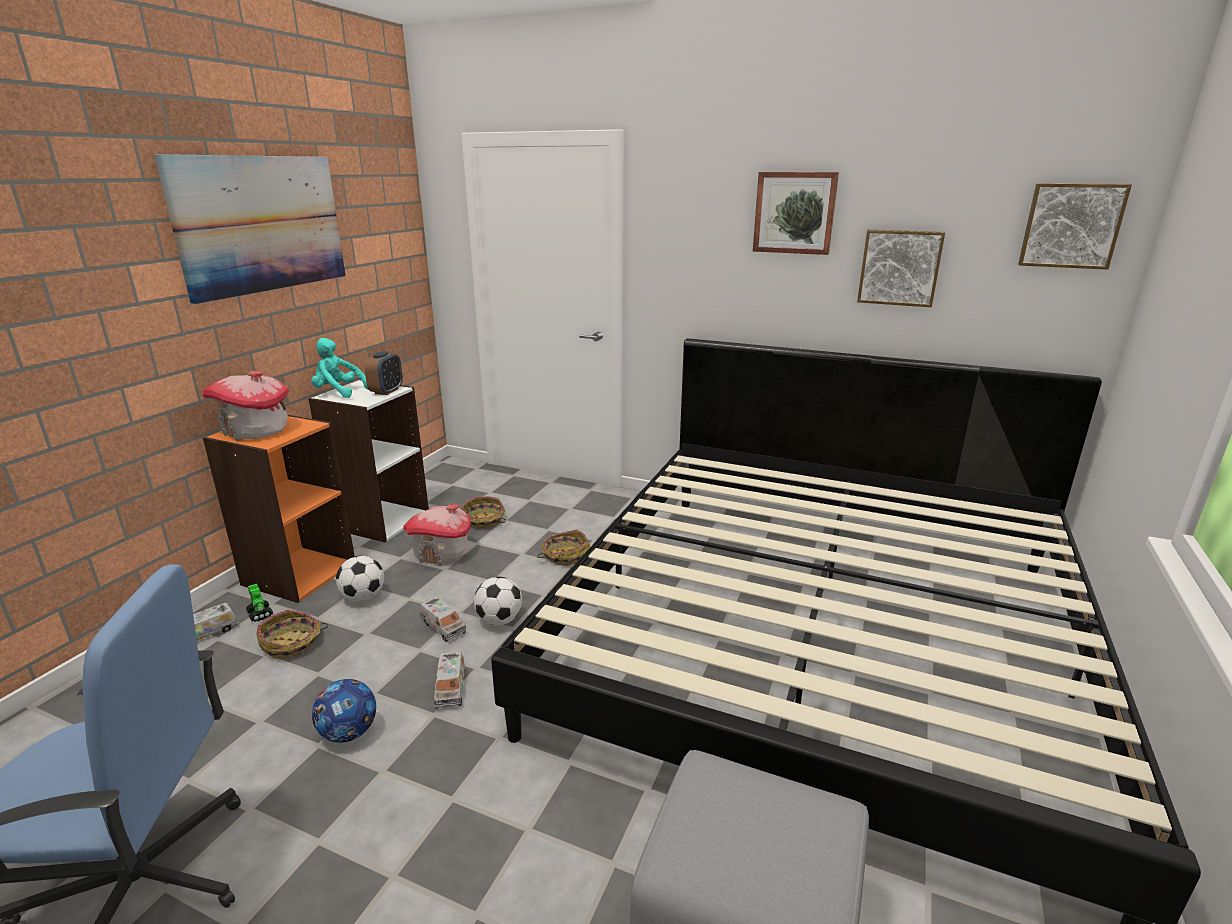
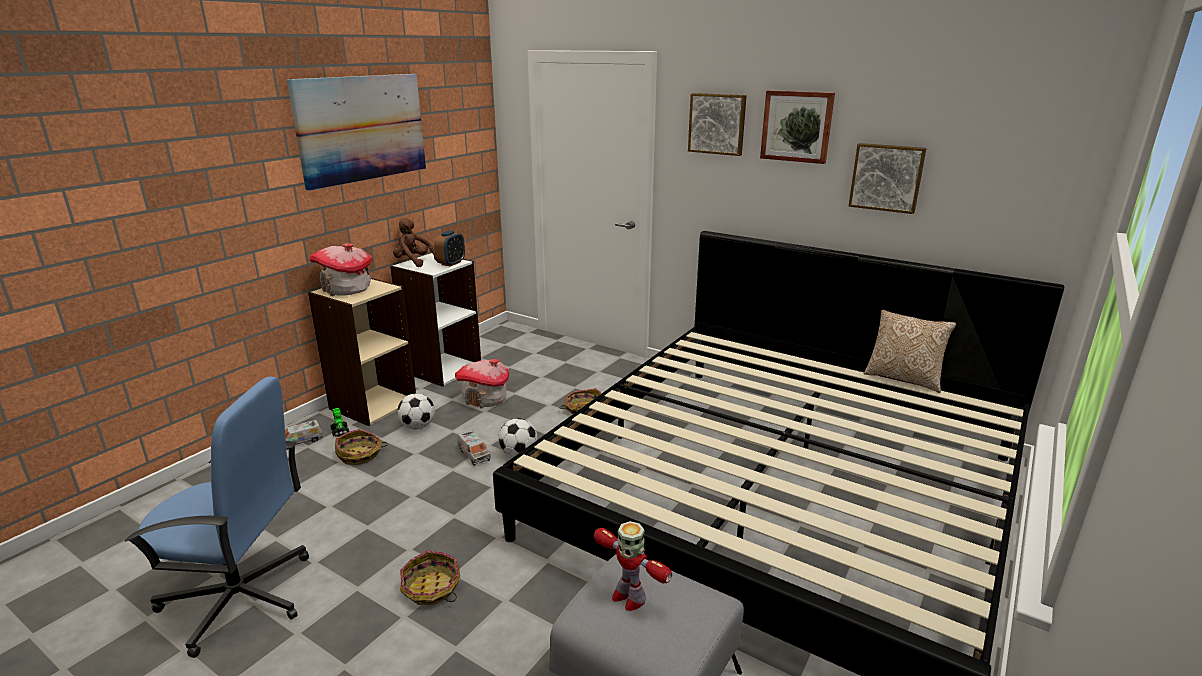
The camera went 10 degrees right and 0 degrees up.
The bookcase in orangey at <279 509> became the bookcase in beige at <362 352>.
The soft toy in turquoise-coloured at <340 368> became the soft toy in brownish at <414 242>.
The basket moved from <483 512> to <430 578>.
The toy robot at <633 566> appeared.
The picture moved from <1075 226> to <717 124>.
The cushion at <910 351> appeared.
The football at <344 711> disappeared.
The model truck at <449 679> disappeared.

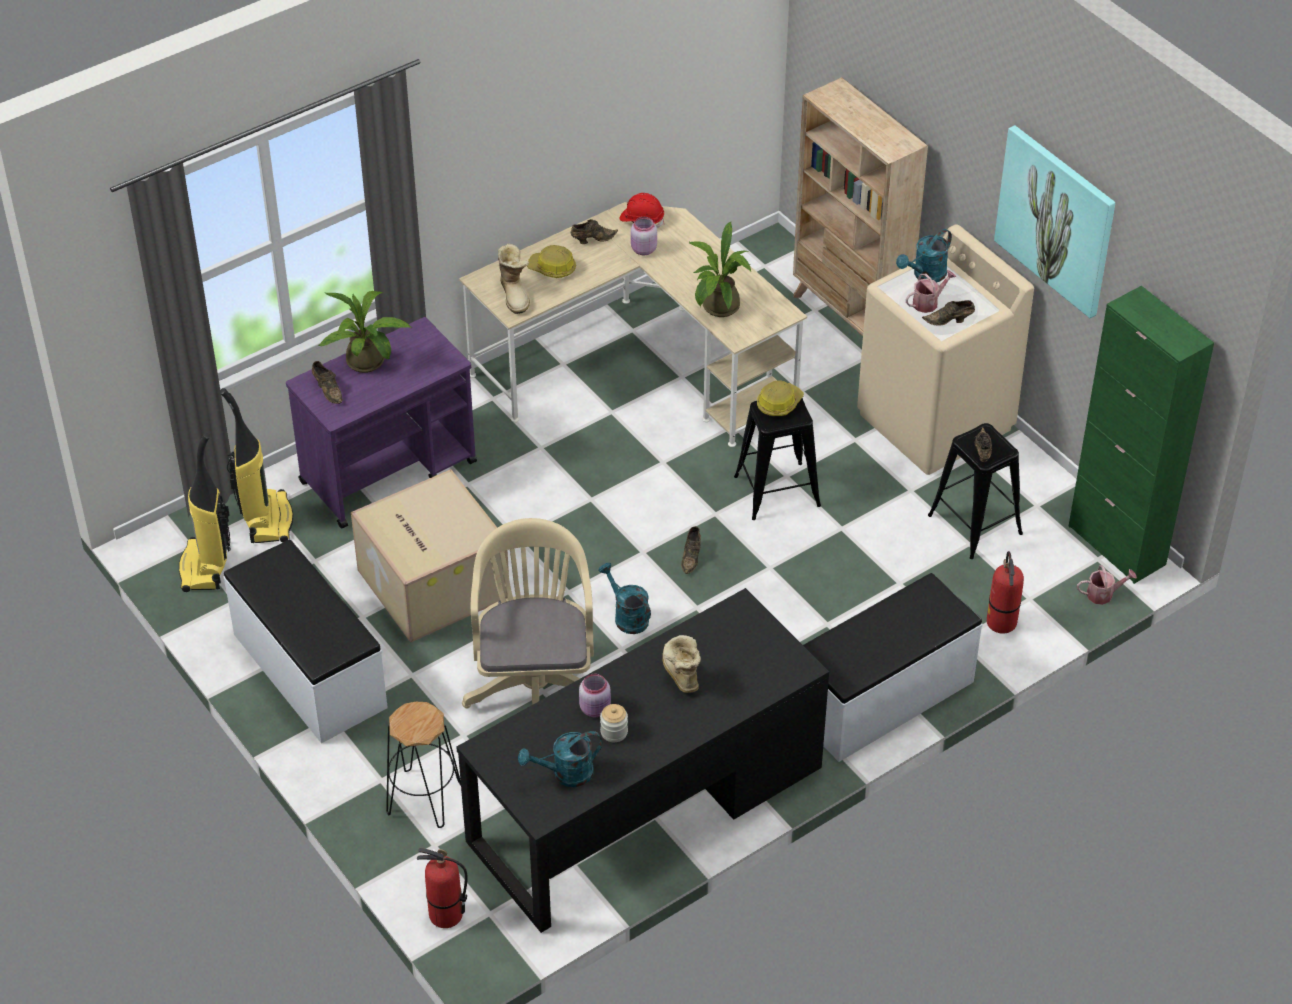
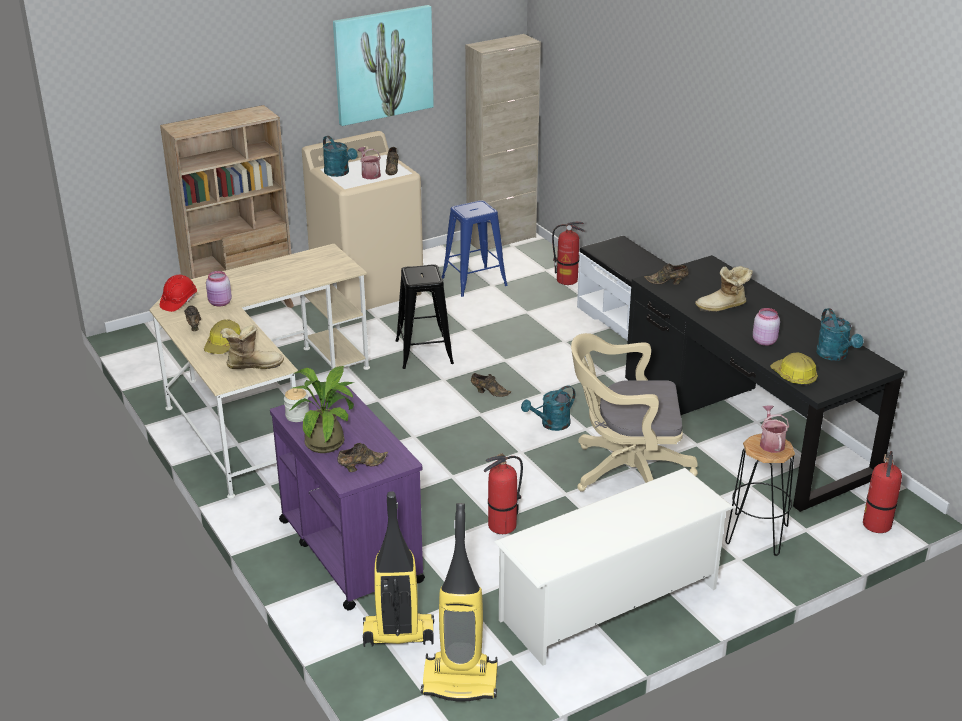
The camera went 85 degrees left and 15 degrees down.
The storage jar moved from <614 723> to <296 405>.
The sitting stool in blackish at <975 491> became the sitting stool in blue-coloured at <475 248>.
The cabinet in green-coloured at <1141 435> became the cabinet in beige at <503 142>.
The cardboard box at <430 556> was replaced by the fire extinguisher at <503 493>.
The bench in white at <306 641> was replaced by the shoe stand in white at <614 567>.
The low shoe in brownish moved from <983 444> to <666 274>.
The sprinkling can moved from <1107 585> to <774 429>.
The hard hat moved from <780 398> to <794 369>.
The plant in a pot at <720 269> disappeared.

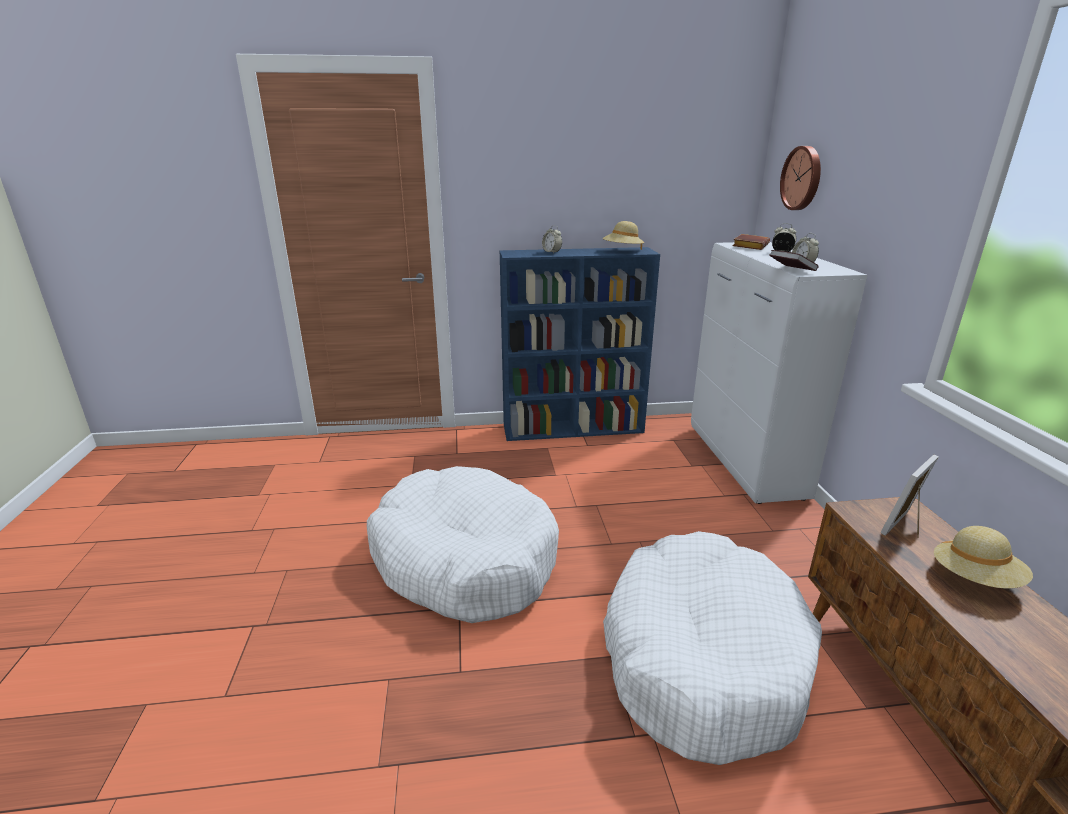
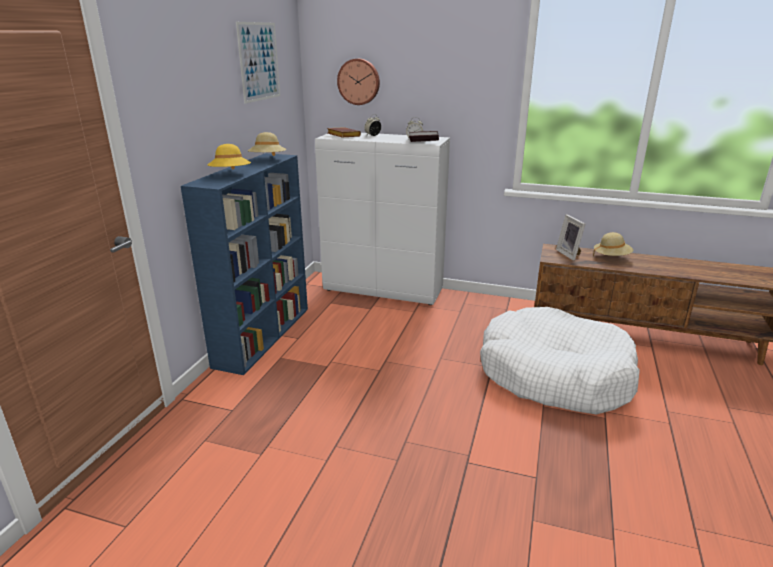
The camera went 65 degrees left and 0 degrees up.
The alarm clock at <552 239> was replaced by the wearable hat in yellow-coloured at <229 157>.
The picture at <258 63> appeared.
The dog bed in white at <463 544> disappeared.

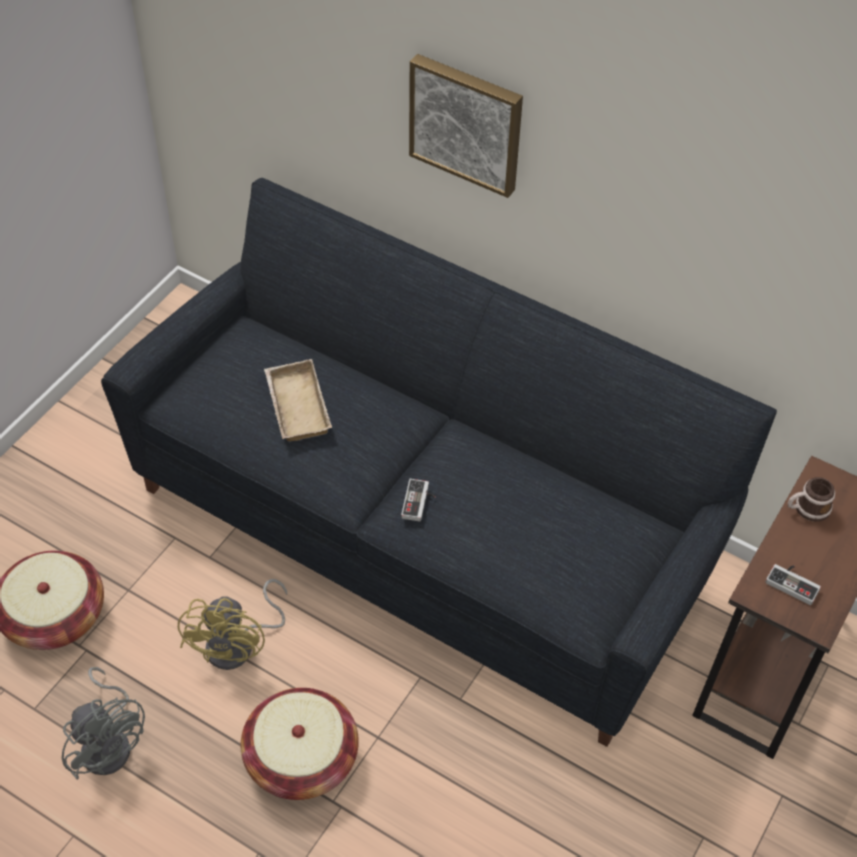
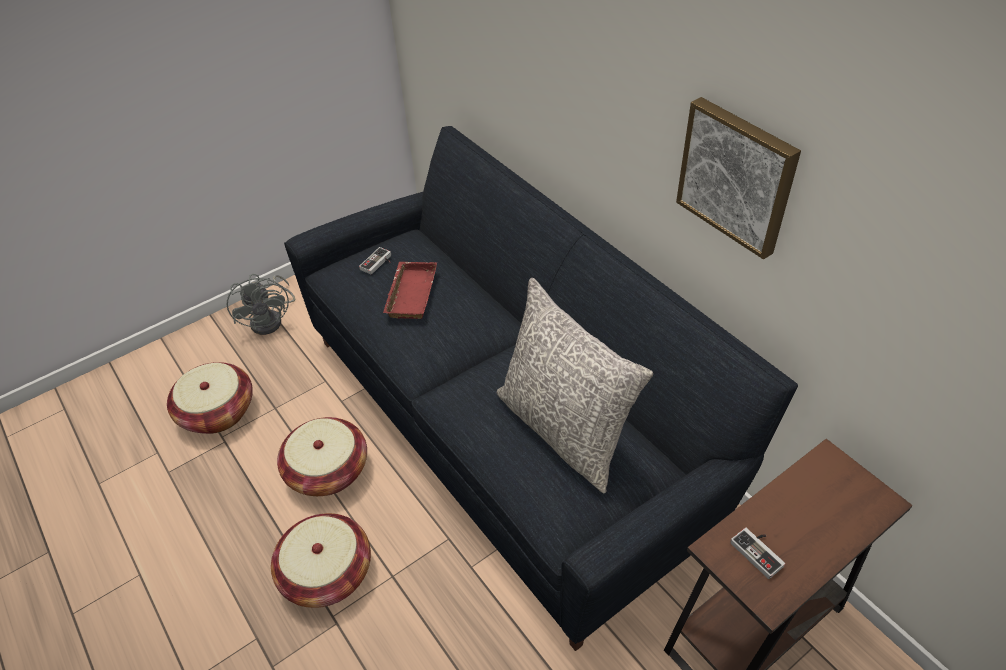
The camera went 25 degrees right and 5 degrees down.
The electric fan in grey moved from <103 723> to <261 304>.
The electric fan in yellow-coloured at <232 624> was replaced by the basket at <322 456>.
The gamepad moved from <418 500> to <375 261>.
The carrying tray in beige at <298 400> became the carrying tray in reddish at <410 290>.
The cushion in grey at <575 385> appeared.
The picture moved from <466 126> to <738 178>.
The mug at <811 499> disappeared.

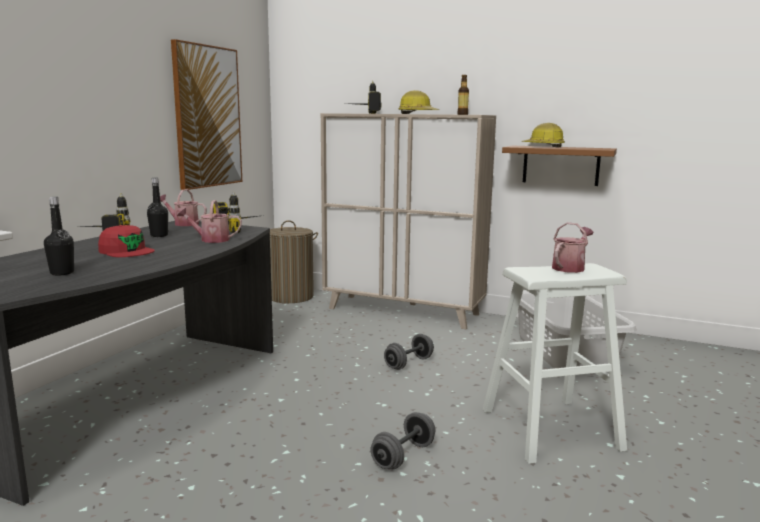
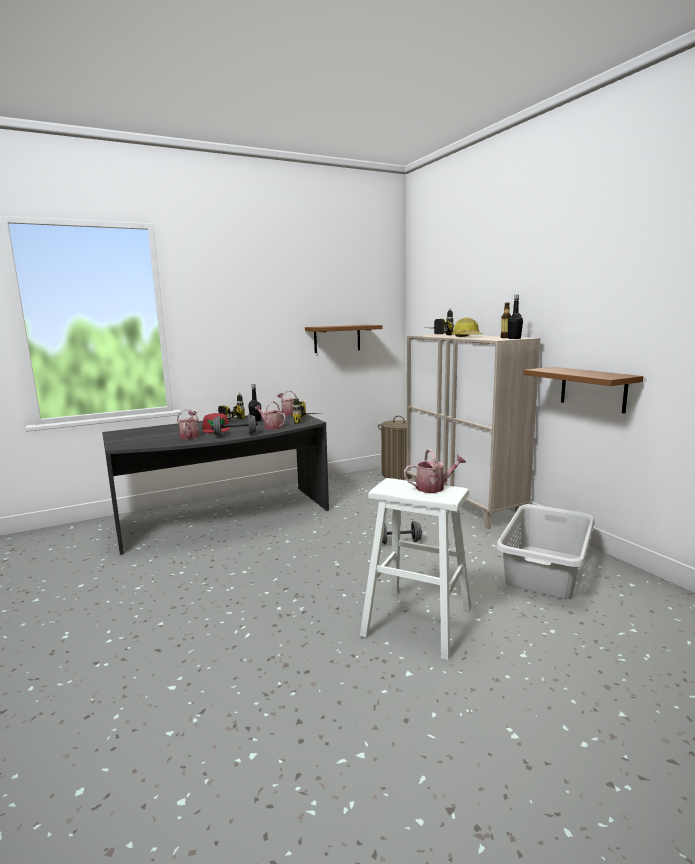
The camera went 40 degrees right and 0 degrees up.
The sprinkling can at <188 424> appeared.
The hand weight in grey moved from <402 440> to <235 425>.
The picture at <206 114> was replaced by the wall shelf in brownish at <343 339>.
The bottle in blackish moved from <59 236> to <515 317>.
The hard hat at <543 135> disappeared.

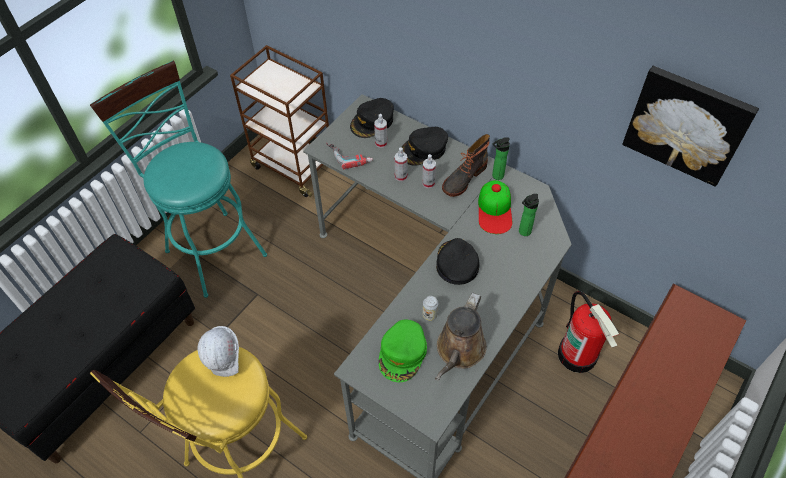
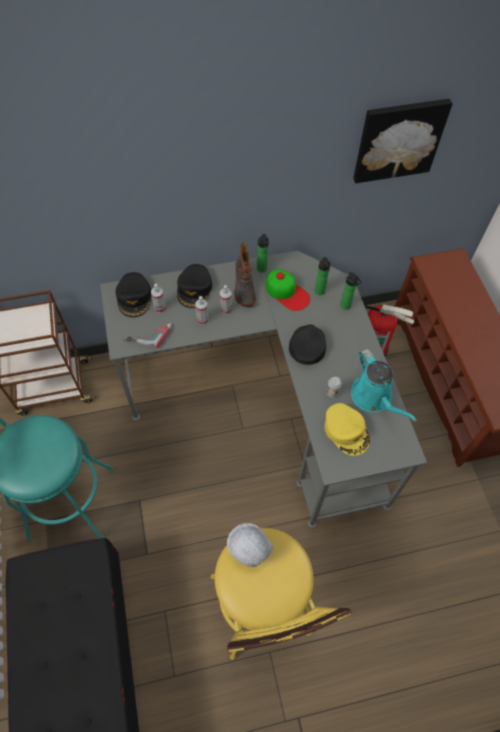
The camera went 50 degrees left and 5 degrees up.
The cap in blackish at <458 261> turned 60 degrees clockwise.
The cap in green-coloured at <403 351> became the cap in yellow-coloured at <347 429>.
The bottle at <351 291> appeared.
The sprinkling can in brownish at <461 337> became the sprinkling can in turquoise-coloured at <384 385>.

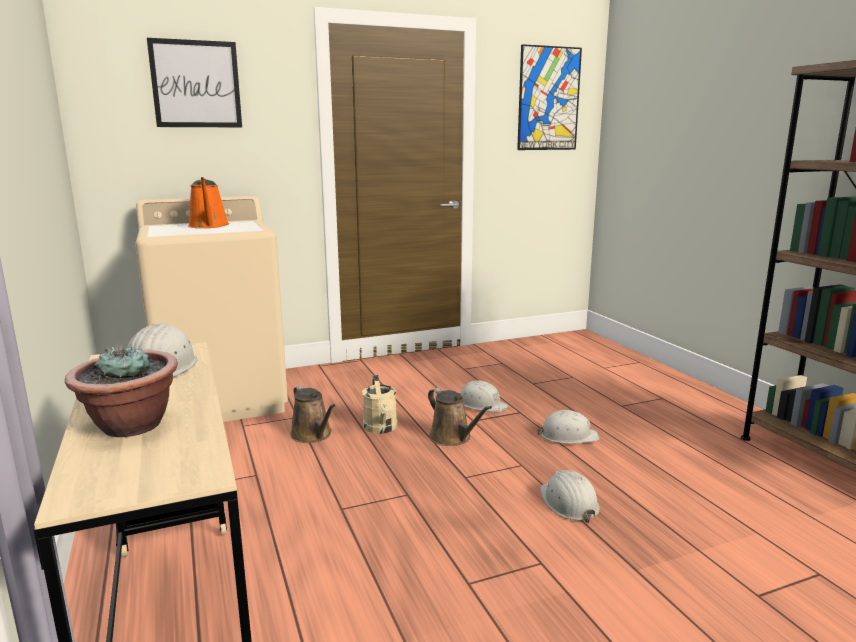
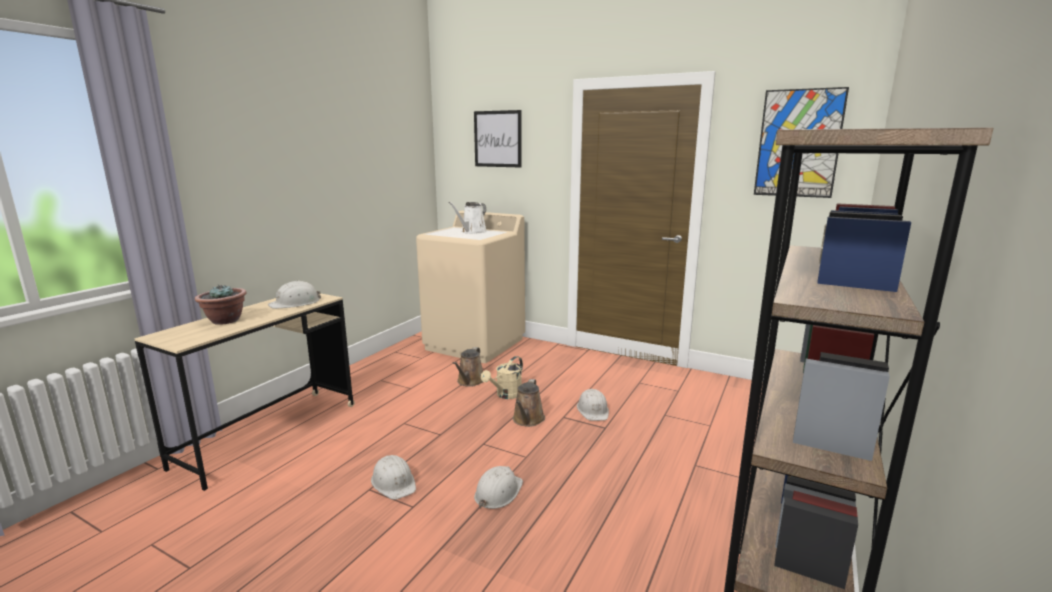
The camera went 50 degrees right and 0 degrees up.
The hard hat in white moved from <568 427> to <393 477>.
The sprinkling can in orangey at <208 202> became the sprinkling can in white at <467 218>.

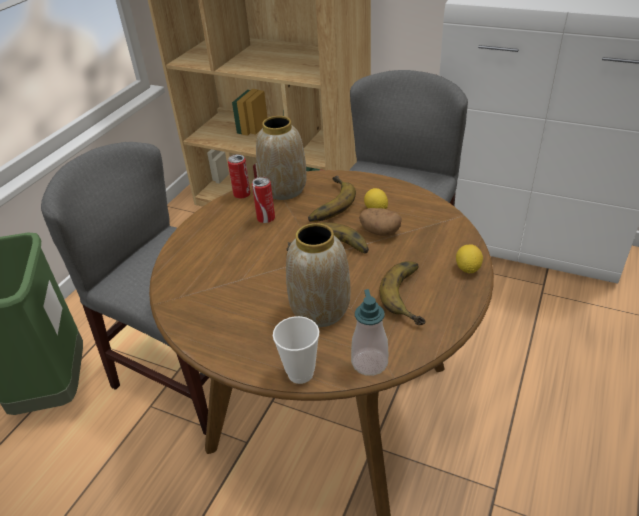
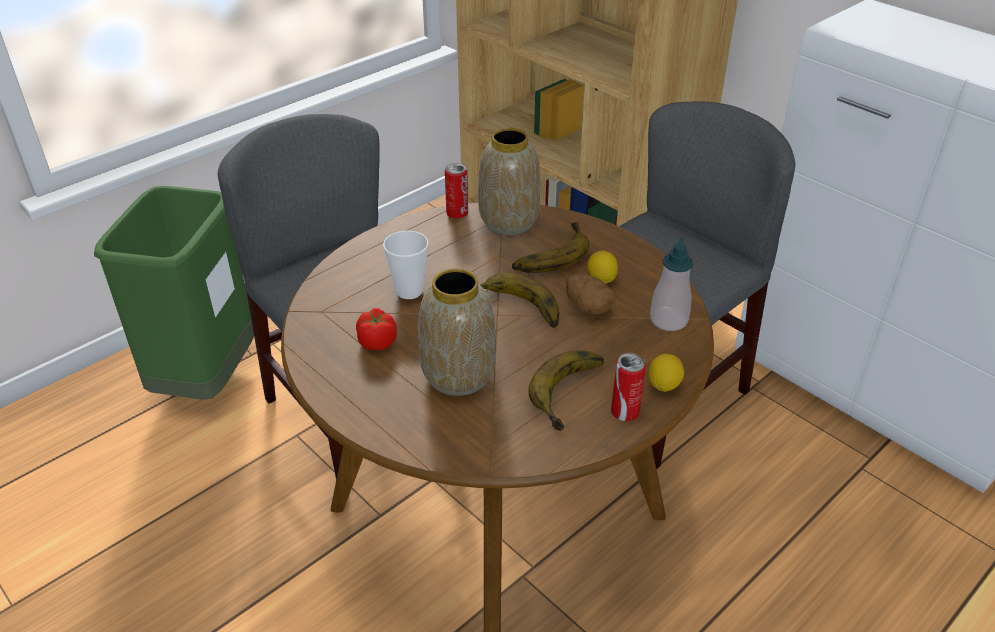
The camera went 20 degrees right and 0 degrees up.
The fresh tomato at <376 329> appeared.
The small cup moved from <296 350> to <406 265>.
The sealed can moved from <263 200> to <628 387>.
The liquid soap bottle moved from <369 332> to <671 284>.

